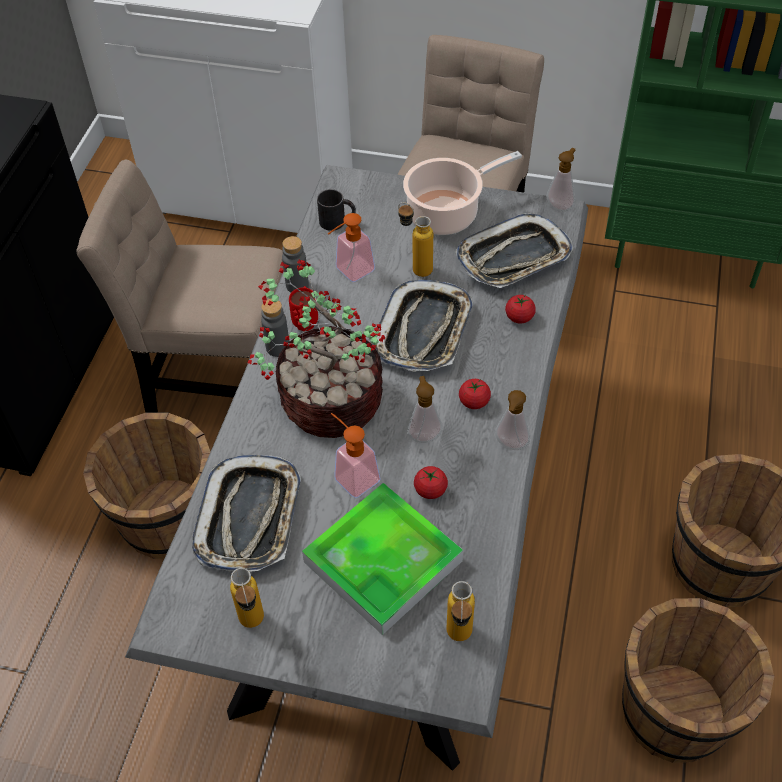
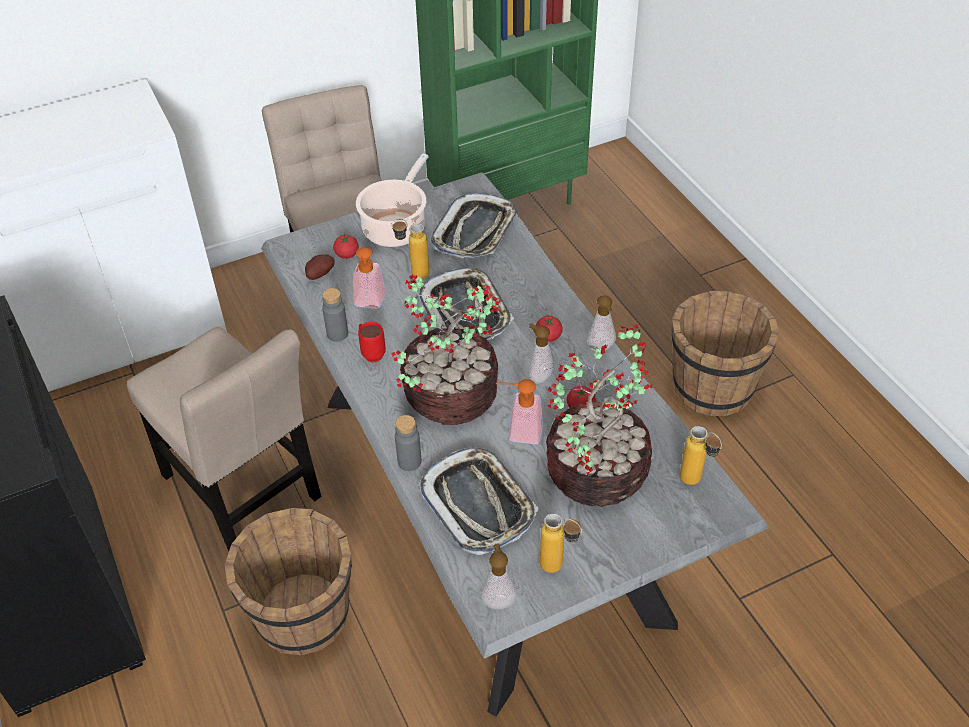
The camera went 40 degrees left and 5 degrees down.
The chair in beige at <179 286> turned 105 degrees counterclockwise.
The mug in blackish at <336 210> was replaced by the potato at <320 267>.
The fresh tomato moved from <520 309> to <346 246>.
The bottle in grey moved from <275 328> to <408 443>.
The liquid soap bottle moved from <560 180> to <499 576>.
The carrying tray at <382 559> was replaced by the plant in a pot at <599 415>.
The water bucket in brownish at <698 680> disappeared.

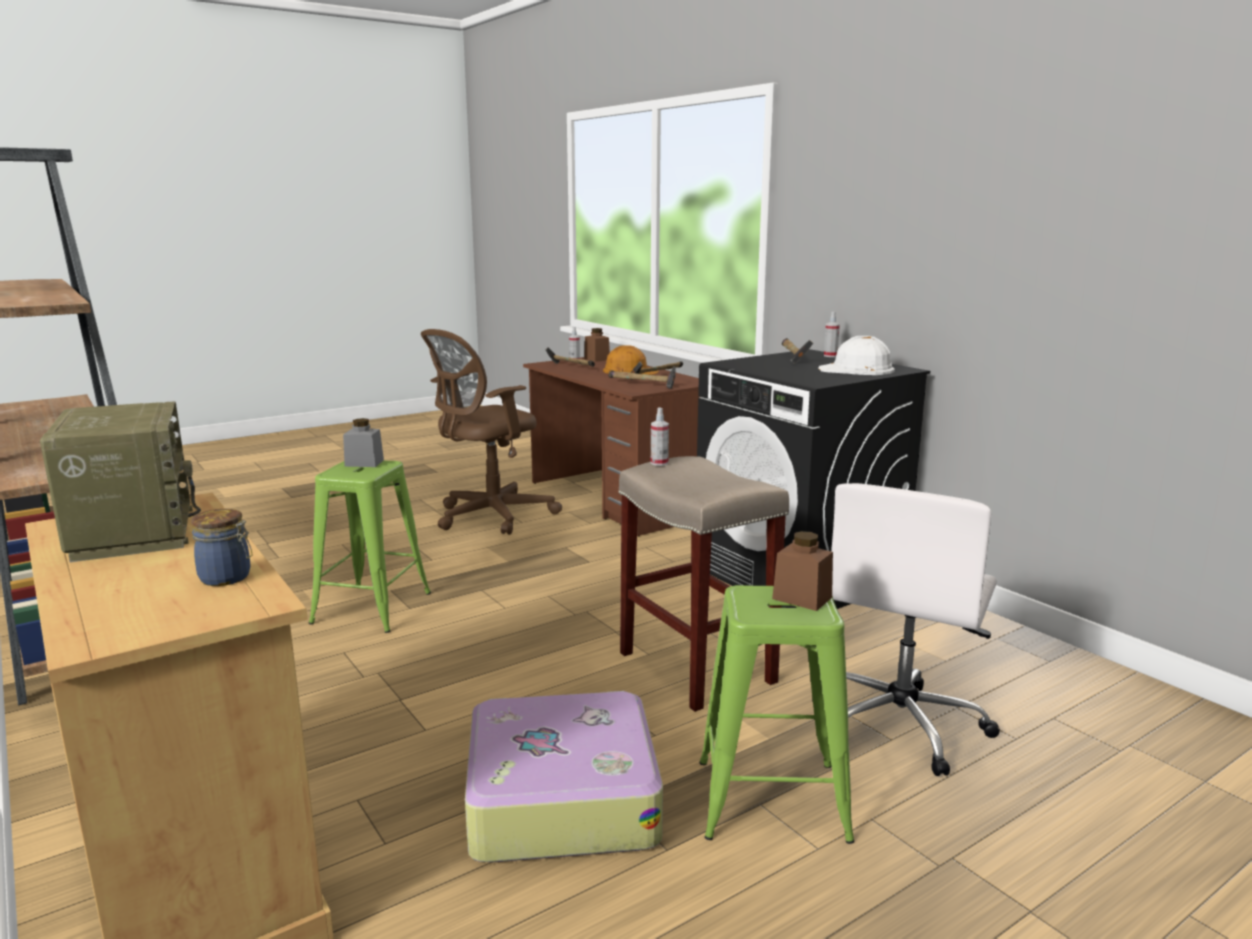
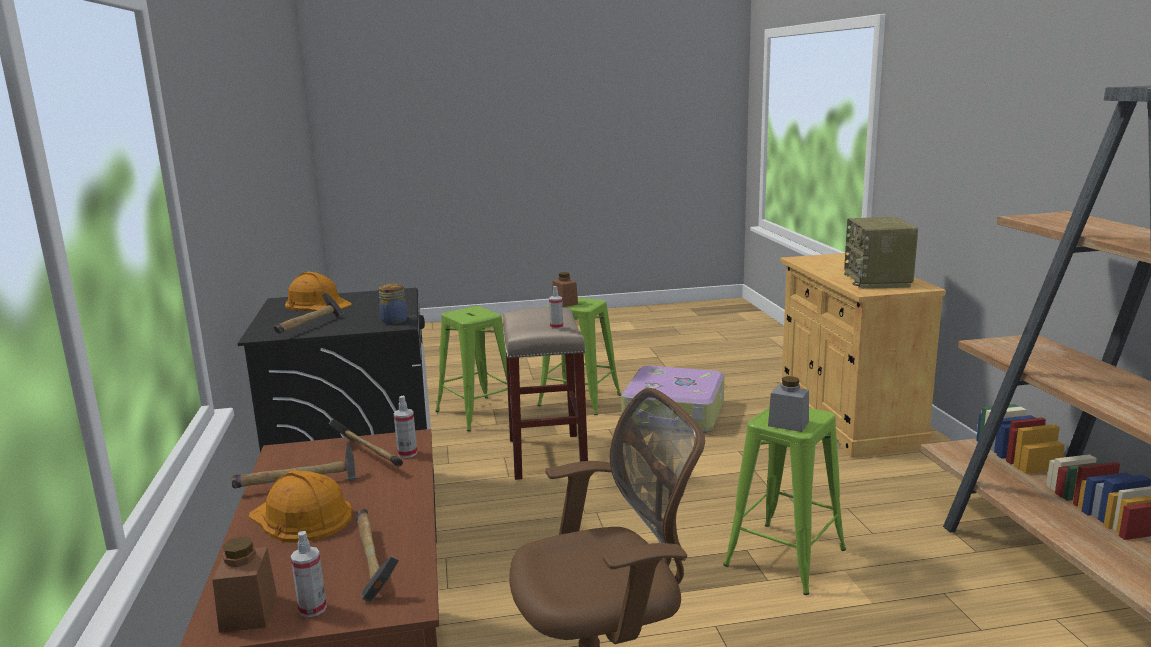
The camera went 155 degrees left and 0 degrees up.
The hard hat in white at <856 355> became the hard hat in orangey at <318 291>.
The storage jar moved from <221 547> to <393 304>.
The sprayer moved from <832 334> to <405 427>.
The office chair in white at <915 629> was replaced by the sitting stool in green-coloured at <472 368>.

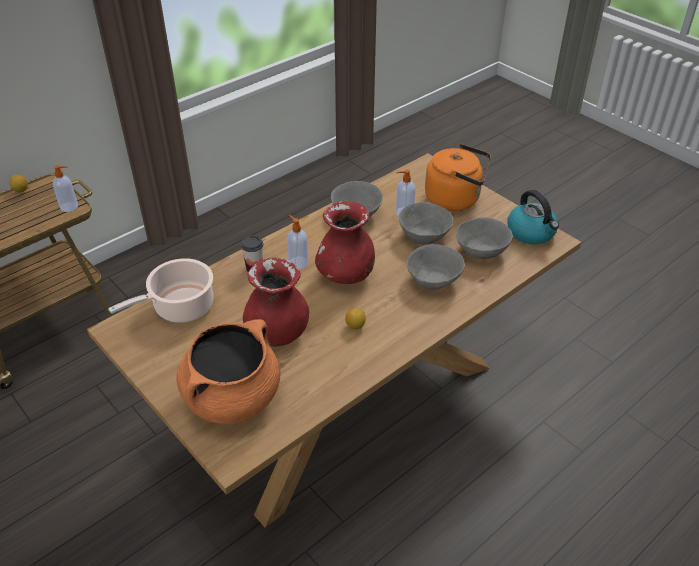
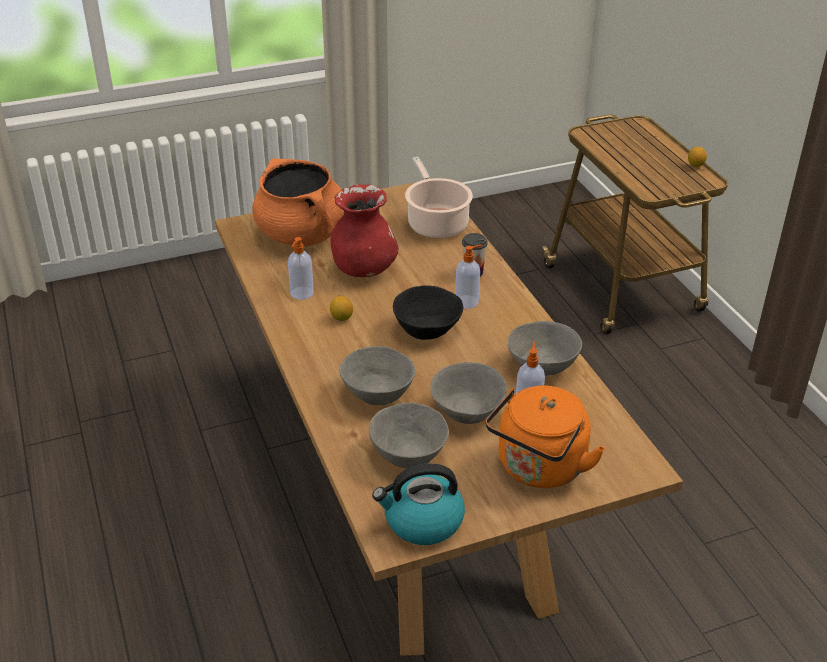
The camera went 110 degrees right and 5 degrees down.
The liquid soap bottle moved from <65 188> to <301 268>.
The flower vase in reddish at <345 242> was replaced by the deep dish in blackish at <428 312>.

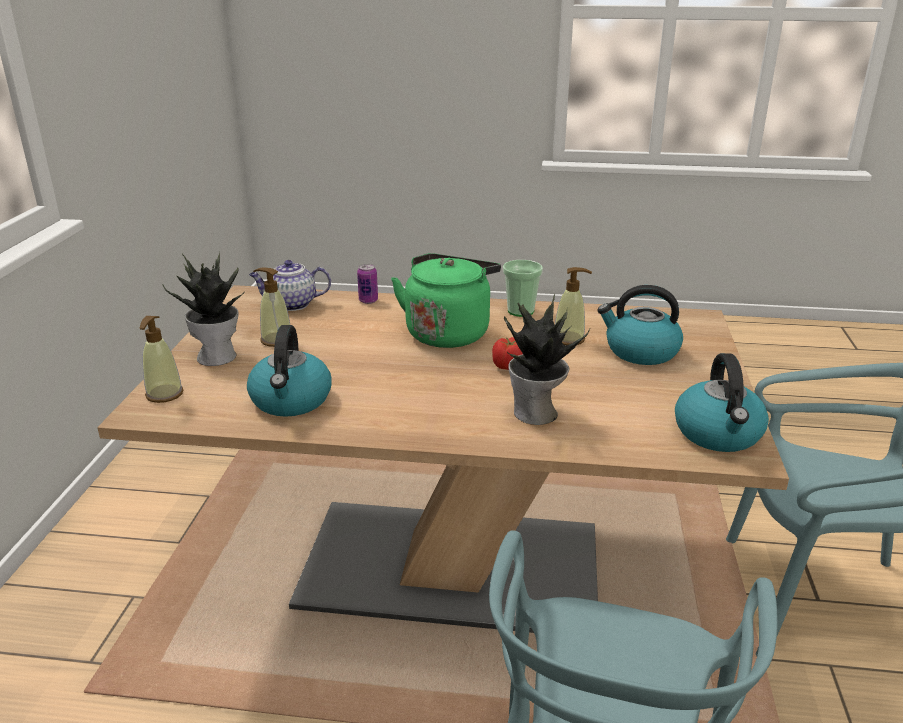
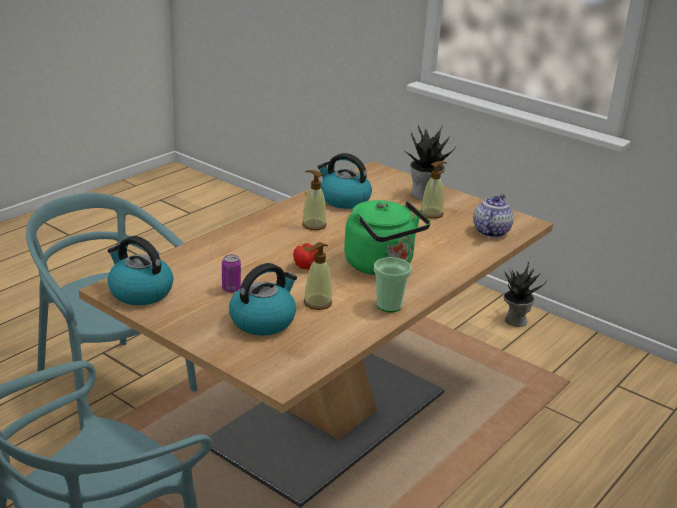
The camera went 120 degrees right and 0 degrees up.
The sealed can moved from <367 284> to <231 274>.
The liquid soap bottle moved from <161 359> to <314 200>.
The plant in a pot moved from <547 359> to <525 294>.

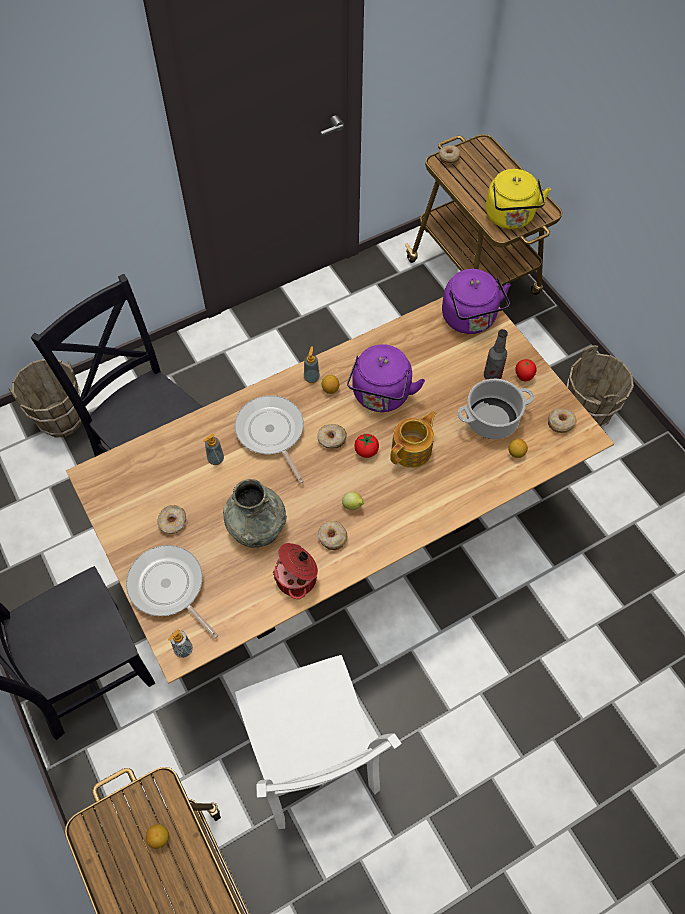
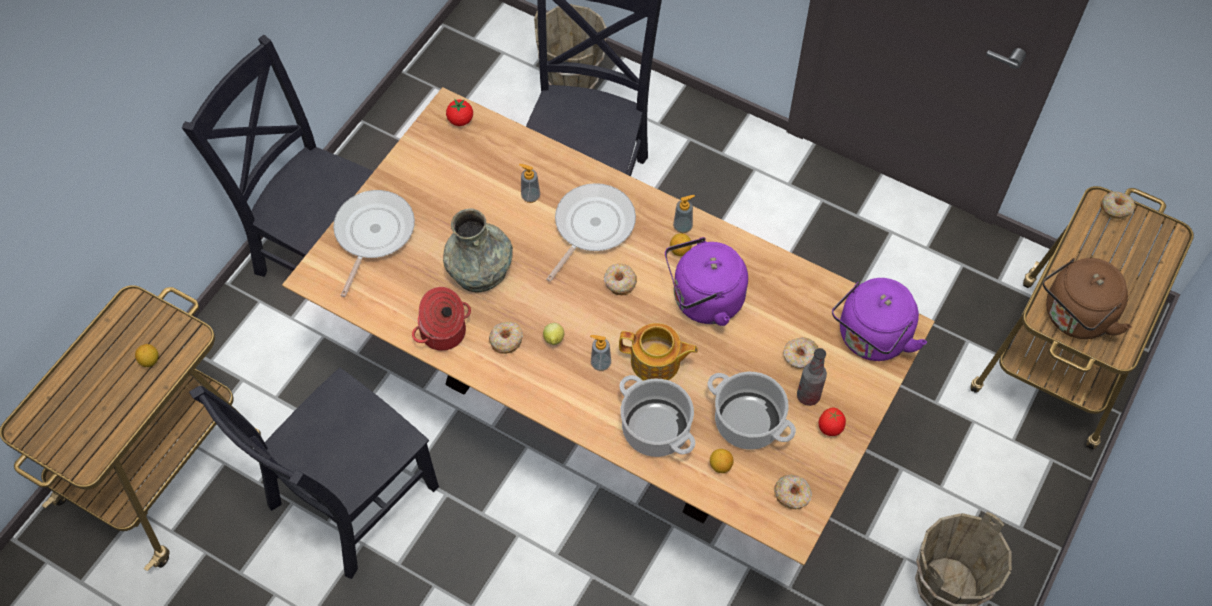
The camera went 60 degrees right and 0 degrees up.
The chair in white at <318 742> became the chair in blackish at <314 473>.
The fresh tomato moved from <366 446> to <459 112>.
The liquid soap bottle moved from <180 643> to <600 353>.
The saucepot at <657 416> appeared.
The doughnut moved from <171 519> to <800 353>.
The water kettle in yellow-coloured at <518 199> became the water kettle in brownish at <1087 298>.

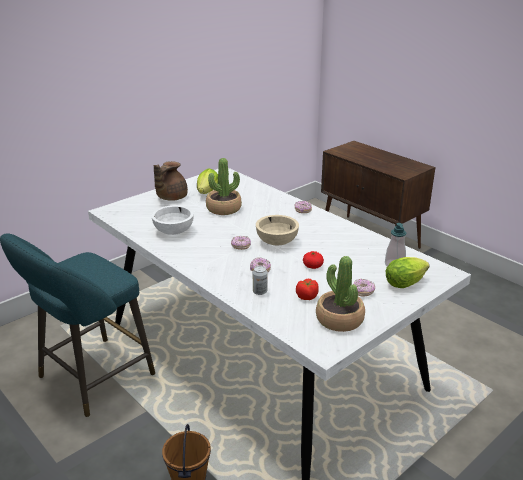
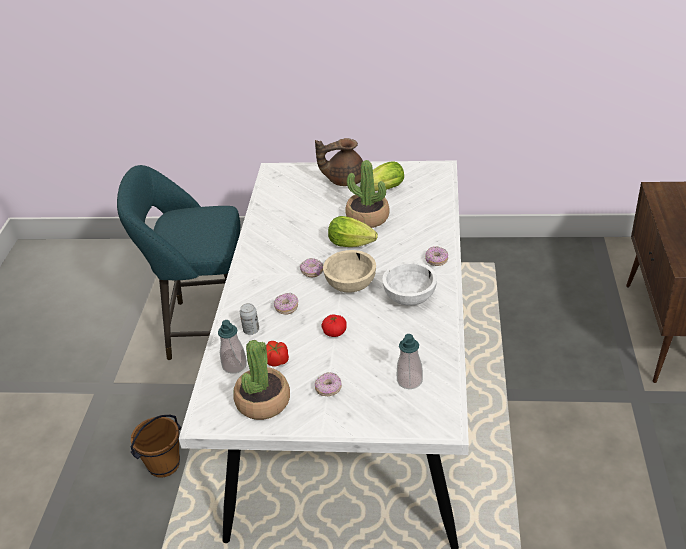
The camera went 50 degrees right and 10 degrees up.
The liquid soap bottle at <232 347> appeared.
The head of lettuce moved from <408 272> to <353 231>.
The deep dish in white moved from <172 220> to <409 284>.

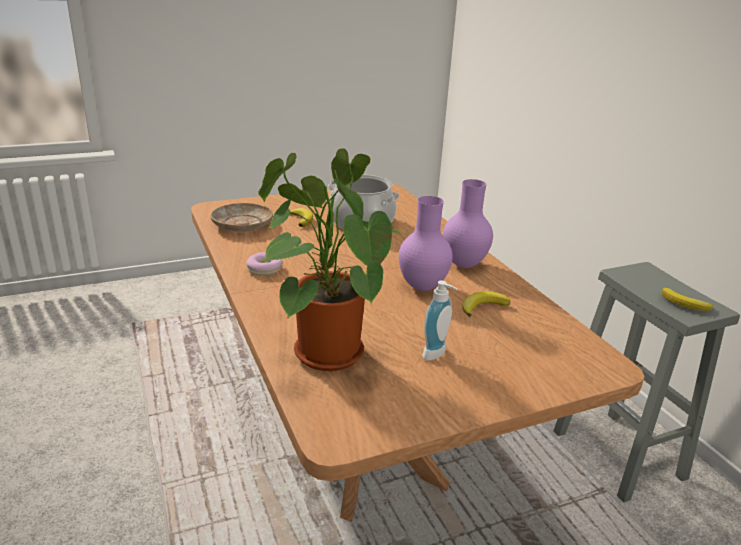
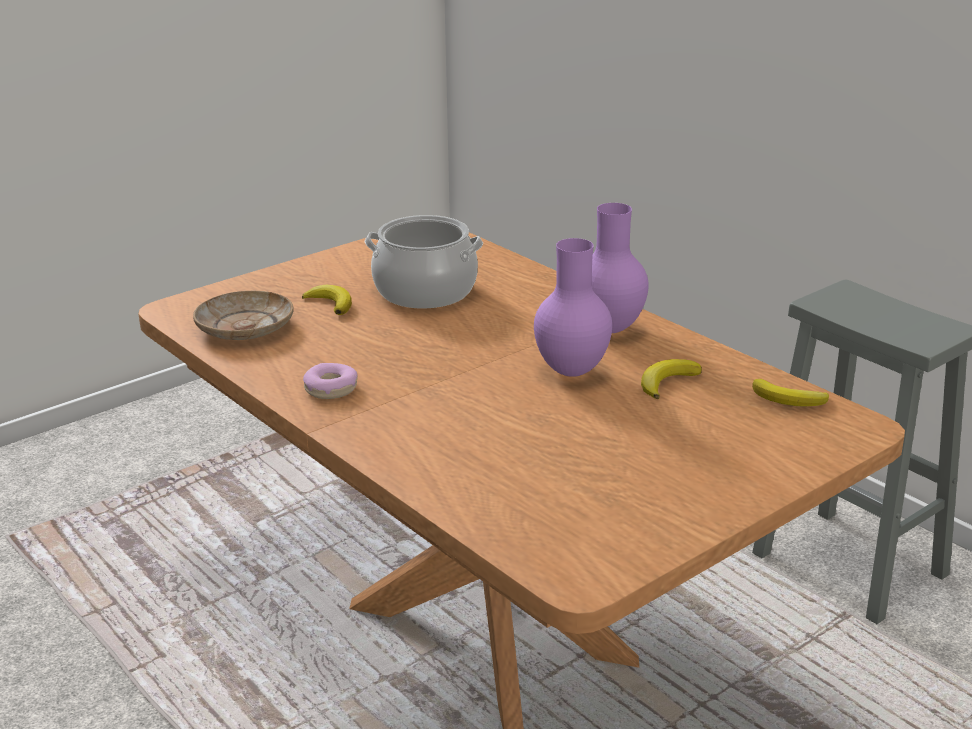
The camera went 15 degrees left and 0 degrees up.
The whole banana moved from <687 299> to <790 393>.
The plant in a pot at <333 259> disappeared.
The liquid soap bottle at <439 320> disappeared.

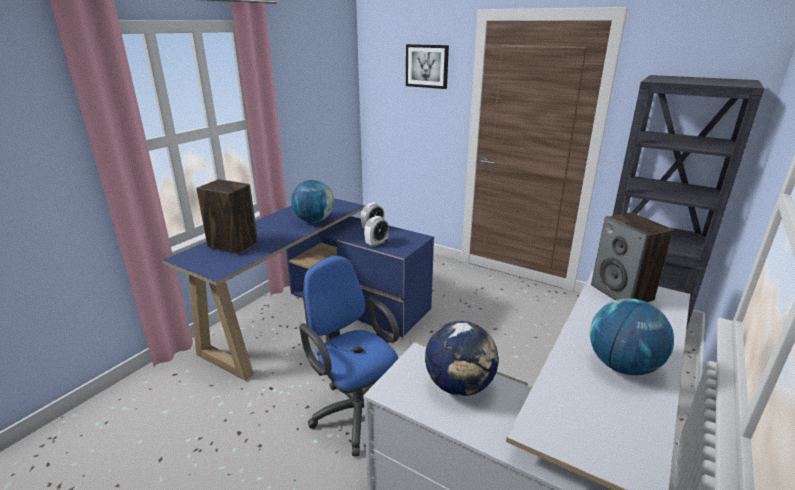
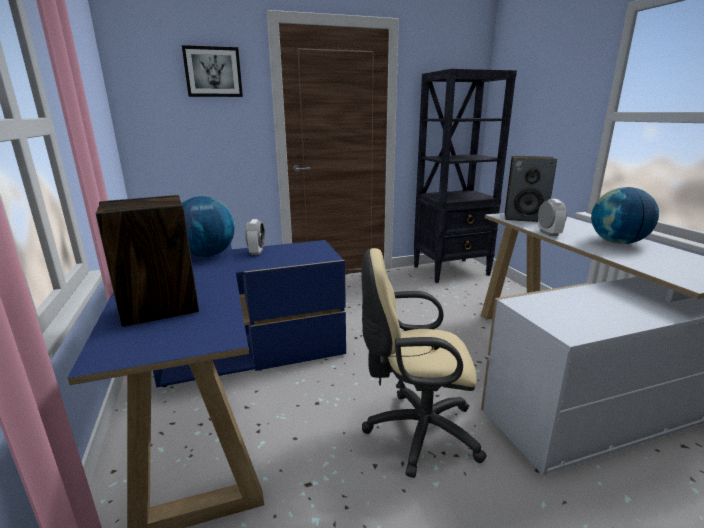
The camera went 50 degrees left and 5 degrees down.
The office chair in blue-coloured at <349 356> became the office chair in beige at <424 363>.
The alarm clock moved from <376 231> to <552 217>.
The world globe at <462 358> disappeared.

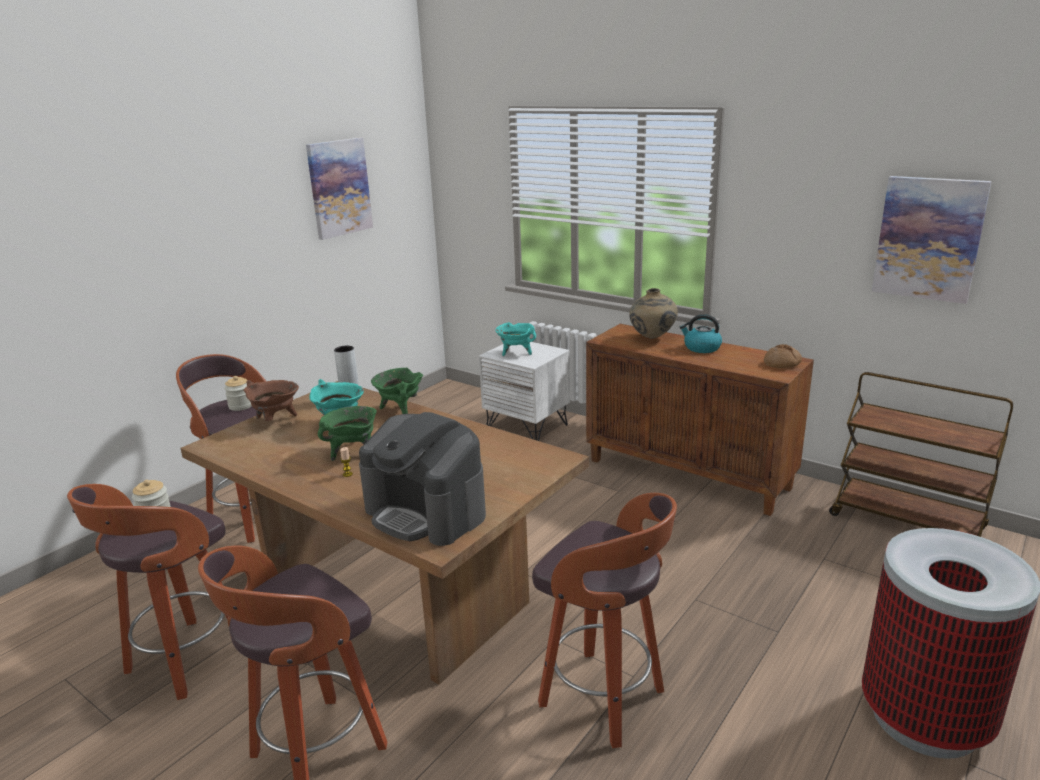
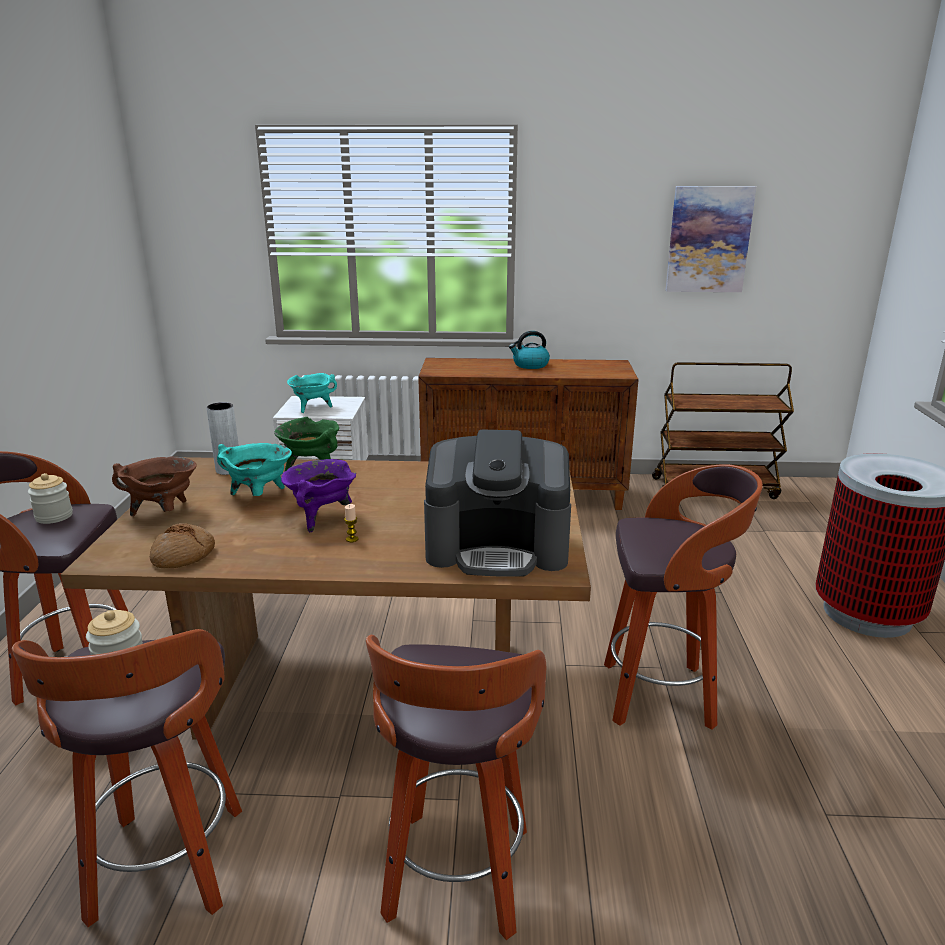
The camera went 35 degrees left and 0 degrees up.
The bread moved from <783 356> to <182 545>.
The saucepot in green-coloured at <347 433> became the saucepot in purplish at <318 495>.
The picture at <339 189> disappeared.
The flower vase in beige at <653 313> disappeared.

